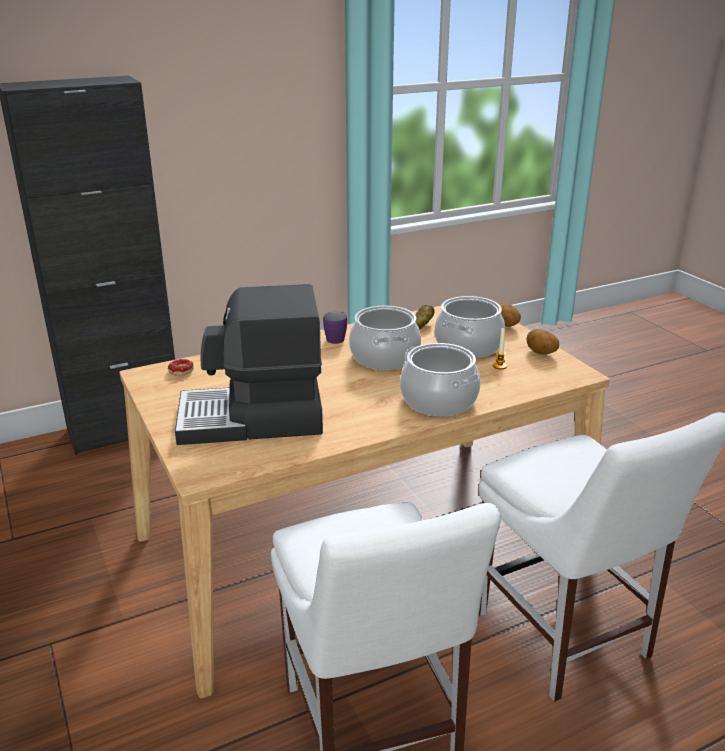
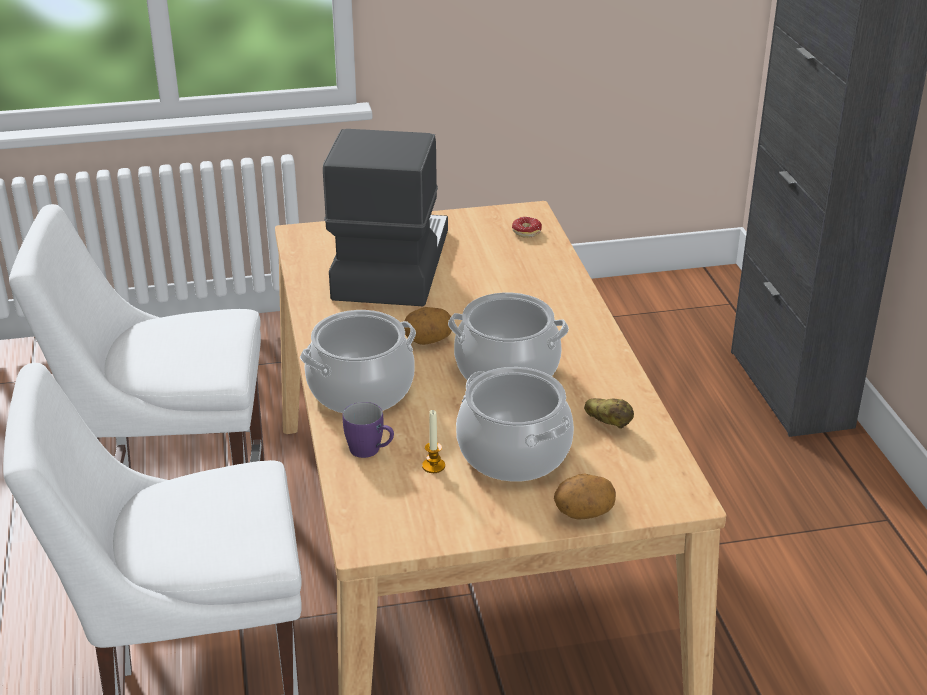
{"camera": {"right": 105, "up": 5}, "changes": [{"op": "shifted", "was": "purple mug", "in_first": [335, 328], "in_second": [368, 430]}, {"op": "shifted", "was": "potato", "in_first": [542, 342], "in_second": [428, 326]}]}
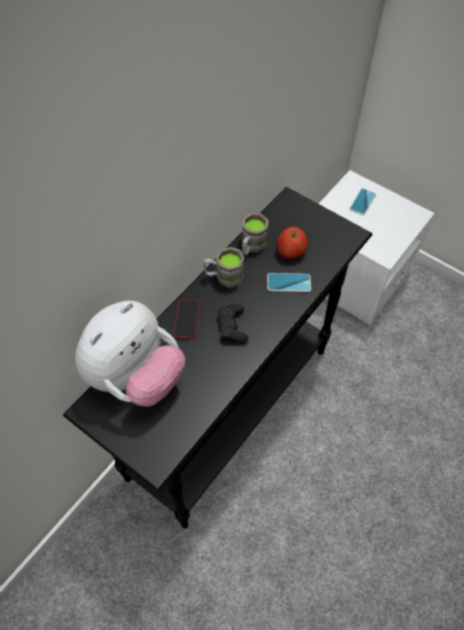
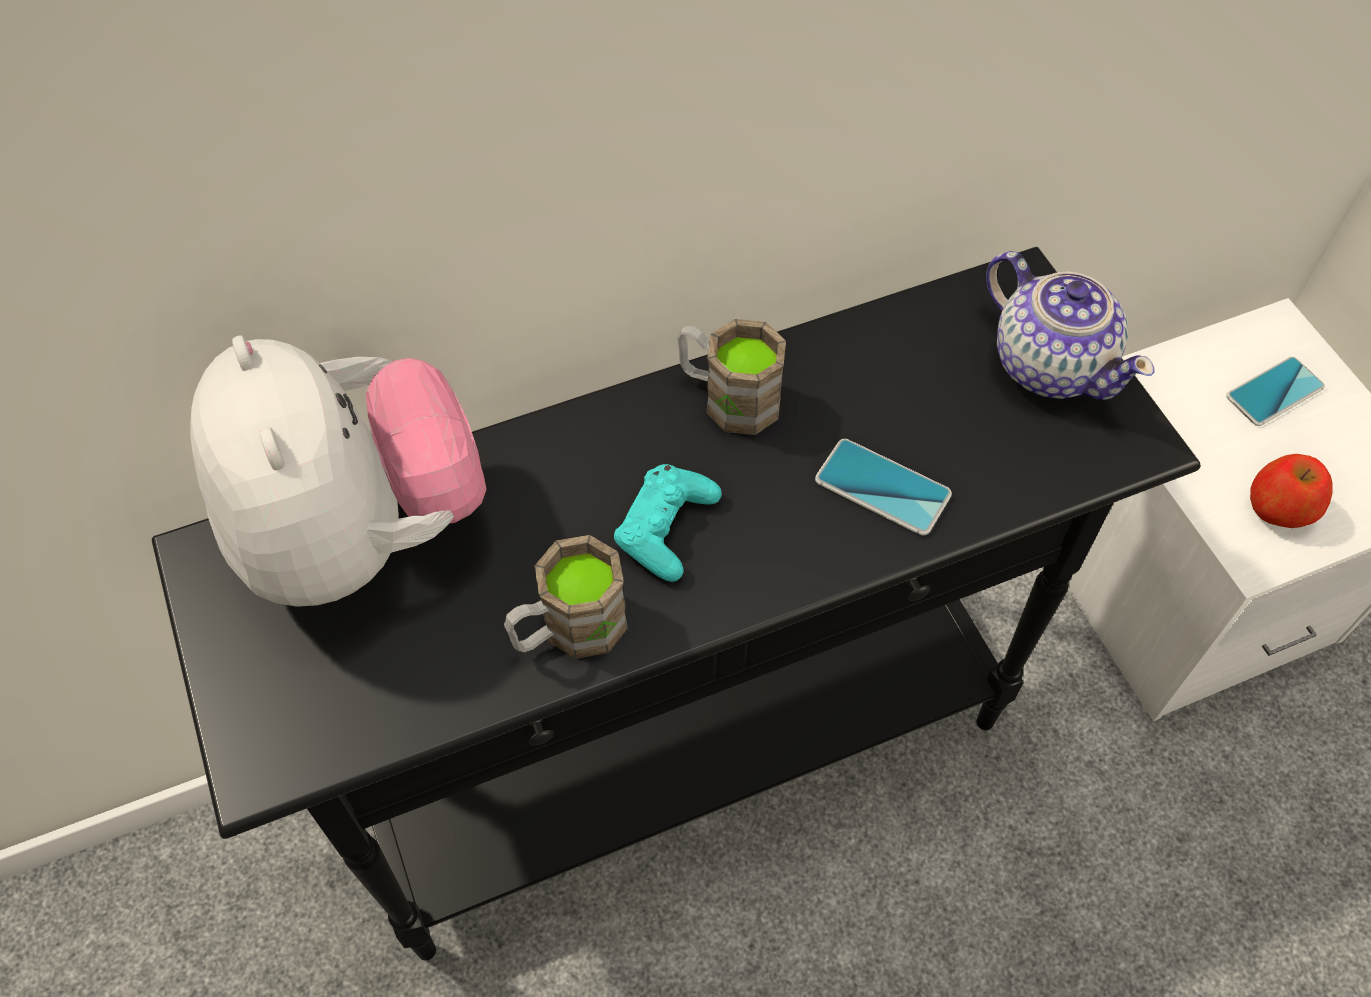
{"camera": {"right": 30, "up": 0}, "changes": [{"op": "shifted", "was": "brown mug", "in_first": [255, 234], "in_second": [566, 597]}, {"op": "shifted", "was": "apple", "in_first": [292, 243], "in_second": [1291, 491]}, {"op": "gone", "was": "phone", "in_first": [187, 319]}, {"op": "rotated", "was": "plush toy", "in_first": [130, 354], "in_second": [338, 471], "clockwise": -90}, {"op": "repainted", "was": "black game controller", "now": "turquoise game controller", "in_first": [233, 324], "in_second": [668, 523]}, {"op": "new", "now": "teapot", "in_second": [1070, 325]}]}
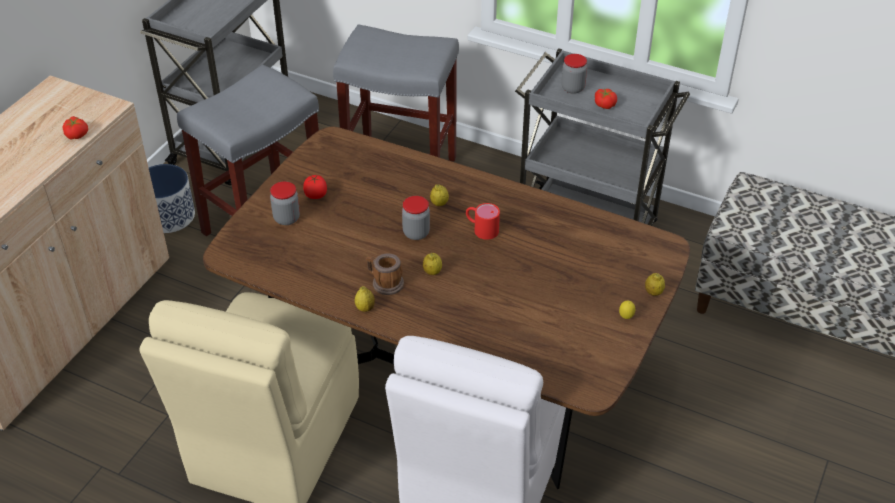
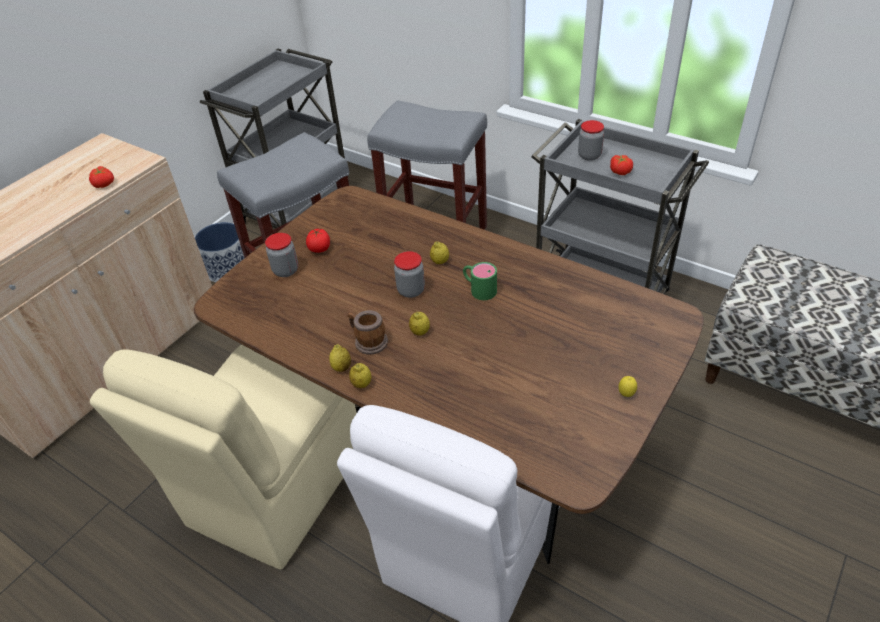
{"camera": {"right": 10, "up": 0}, "changes": [{"op": "repainted", "was": "red mug", "now": "green mug", "in_first": [483, 221], "in_second": [480, 281]}, {"op": "shifted", "was": "lemon", "in_first": [655, 284], "in_second": [360, 375]}]}
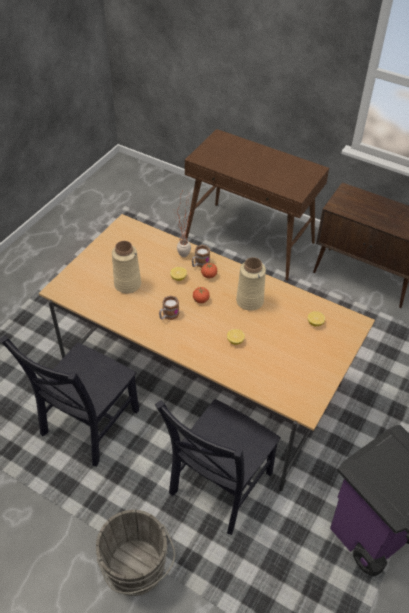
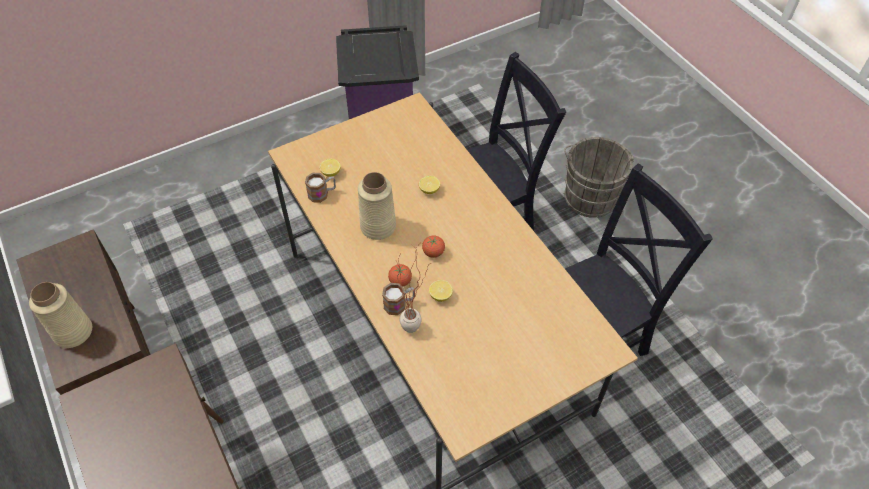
{"camera": {"right": -150, "up": 5}, "changes": [{"op": "shifted", "was": "beige vase", "in_first": [126, 267], "in_second": [60, 315]}, {"op": "shifted", "was": "mug", "in_first": [169, 307], "in_second": [320, 188]}]}
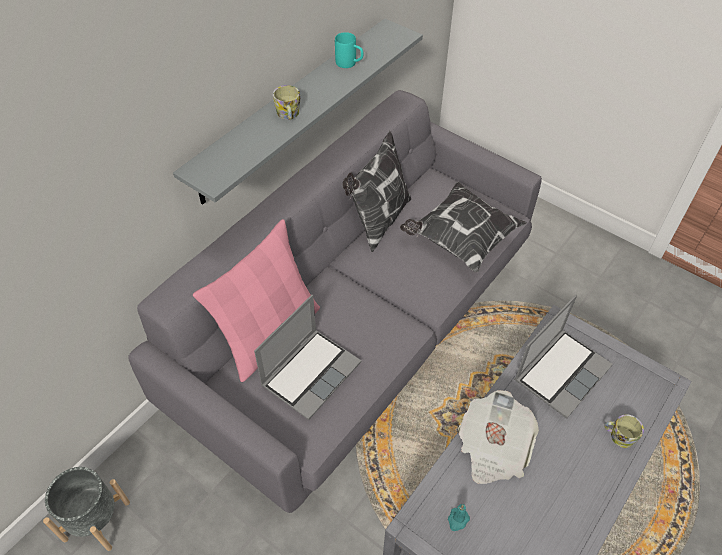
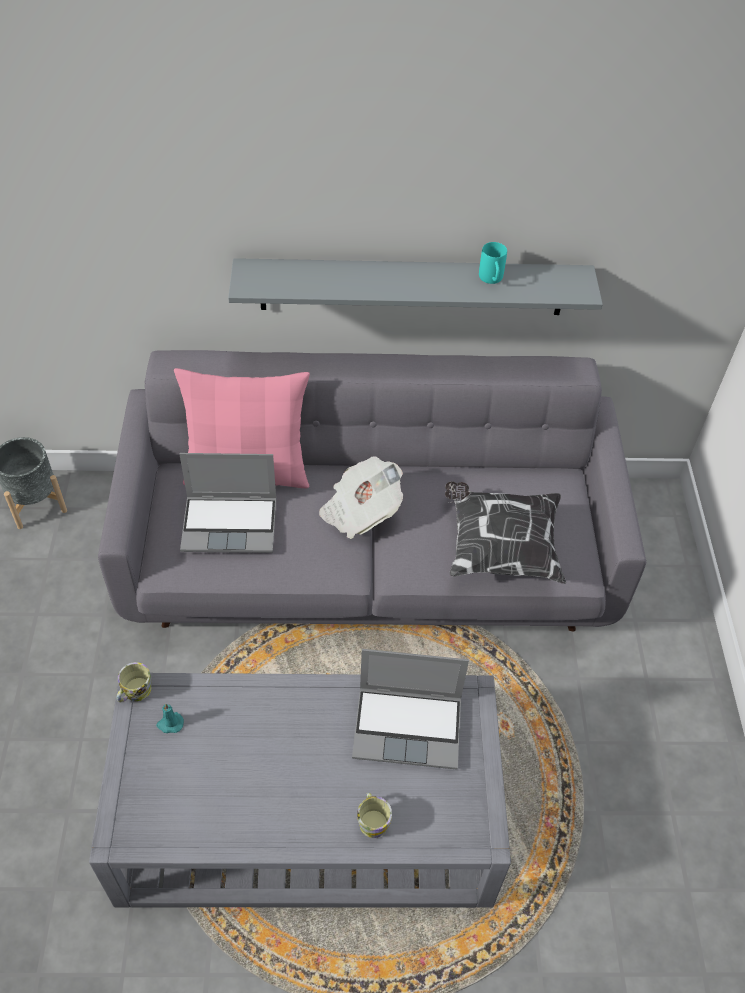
{"camera": {"right": 50, "up": 0}, "changes": [{"op": "shifted", "was": "mug", "in_first": [286, 102], "in_second": [133, 682]}, {"op": "gone", "was": "pillow", "in_first": [376, 191]}, {"op": "shifted", "was": "newspaper", "in_first": [498, 437], "in_second": [361, 497]}]}
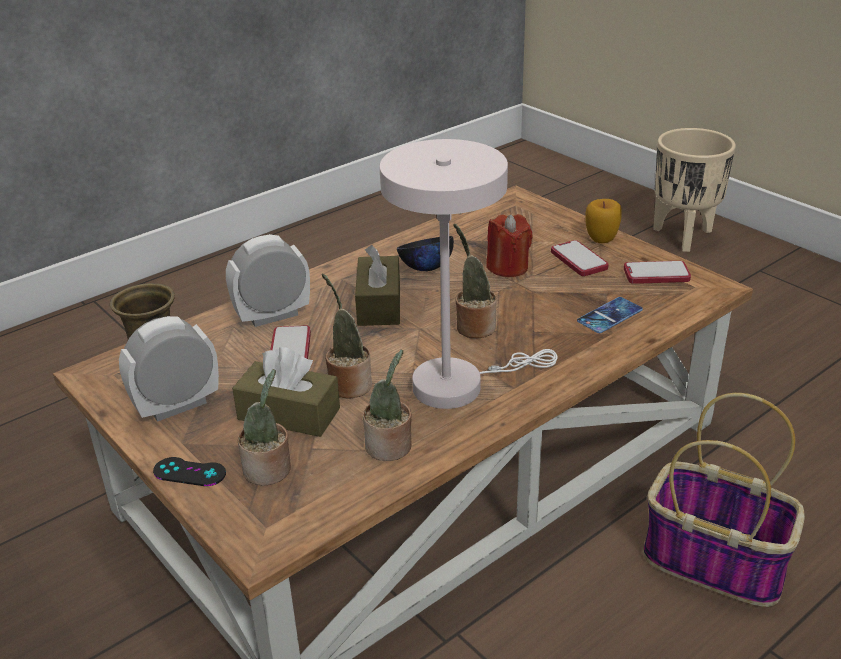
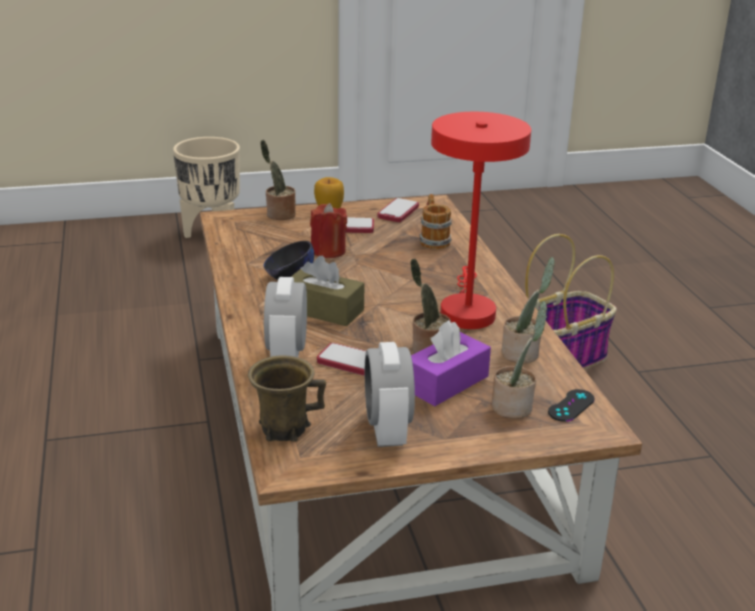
{"camera": {"right": -65, "up": -5}, "changes": [{"op": "repainted", "was": "white table lamp", "now": "red table lamp", "in_first": [469, 274], "in_second": [481, 220]}, {"op": "shifted", "was": "potted plant", "in_first": [475, 281], "in_second": [278, 180]}, {"op": "swapped", "was": "phone", "now": "mug", "in_first": [610, 315], "in_second": [435, 222]}, {"op": "repainted", "was": "brown tissue box", "now": "purple tissue box", "in_first": [286, 392], "in_second": [451, 363]}, {"op": "shifted", "was": "black game controller", "in_first": [189, 471], "in_second": [571, 405]}]}
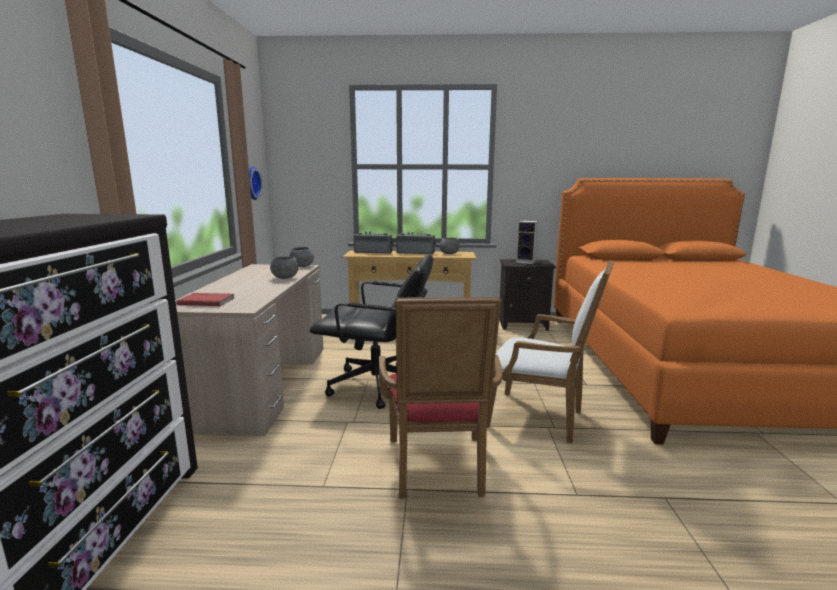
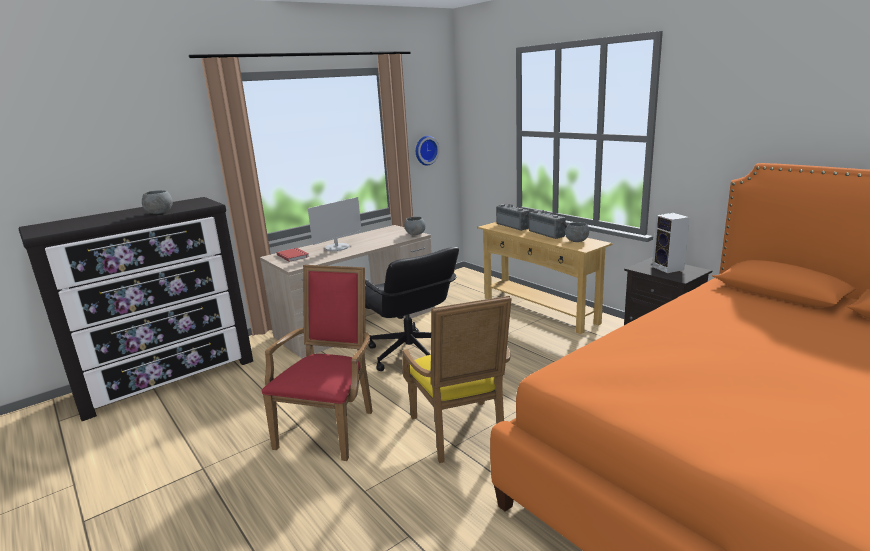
{"camera": {"right": 50, "up": 5}, "changes": [{"op": "shifted", "was": "grey bowl", "in_first": [284, 267], "in_second": [157, 202]}, {"op": "repainted", "was": "white armchair", "now": "yellow armchair", "in_first": [550, 351], "in_second": [457, 379]}, {"op": "rotated", "was": "red armchair", "in_first": [440, 398], "in_second": [317, 363], "clockwise": 150}, {"op": "new", "now": "monitor", "in_second": [335, 224]}]}
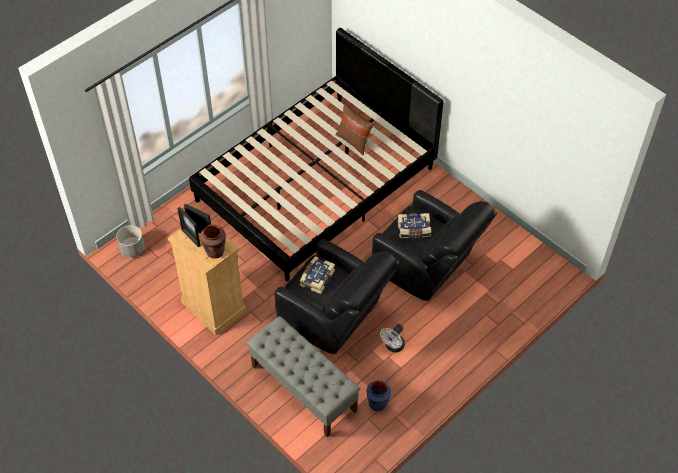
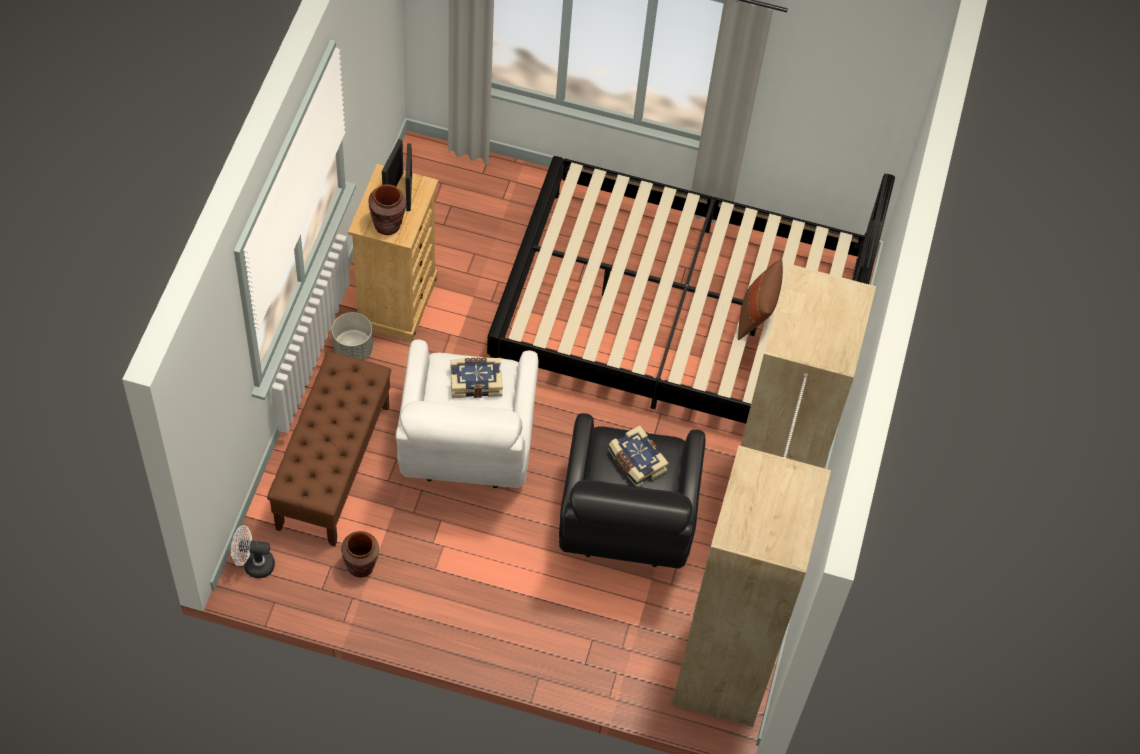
{"camera": {"right": 55, "up": 5}, "changes": [{"op": "shifted", "was": "grey planter", "in_first": [130, 241], "in_second": [352, 336]}, {"op": "repainted", "was": "black armchair", "now": "white armchair", "in_first": [337, 296], "in_second": [467, 414]}, {"op": "repainted", "was": "grey bench", "now": "brown bench", "in_first": [303, 377], "in_second": [329, 449]}, {"op": "shifted", "was": "white fan", "in_first": [392, 338], "in_second": [253, 551]}, {"op": "repainted", "was": "blue vase", "now": "brown vase", "in_first": [378, 395], "in_second": [360, 554]}, {"op": "new", "now": "beige wardrobe", "in_second": [774, 495]}]}
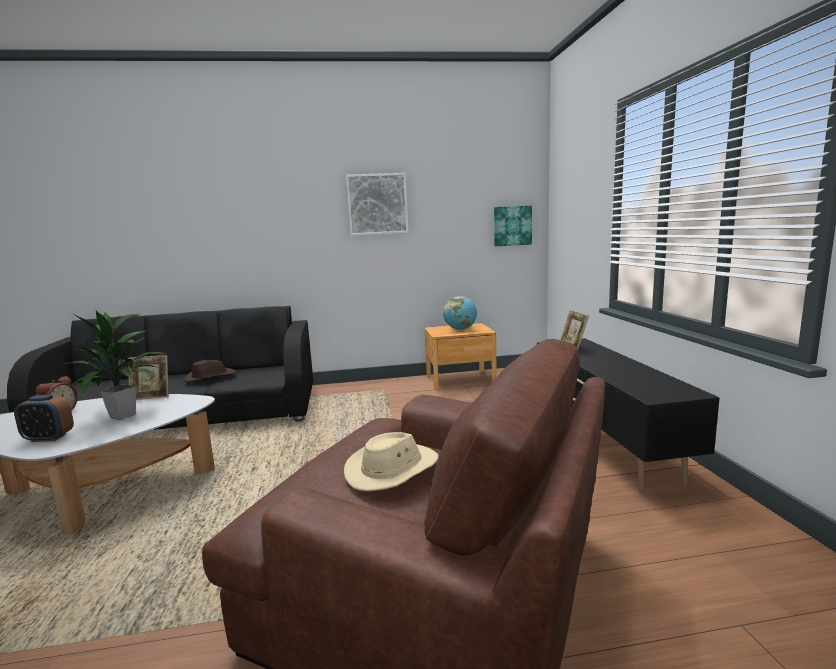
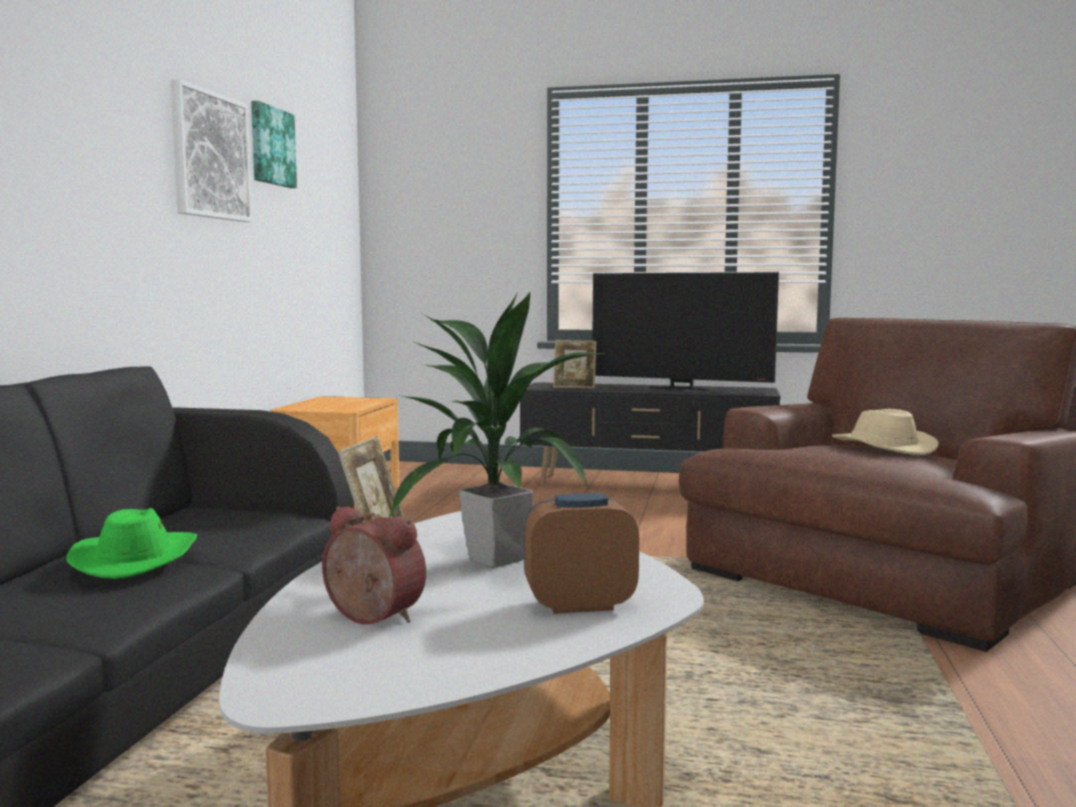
{"camera": {"right": -70, "up": -5}, "changes": [{"op": "shifted", "was": "picture", "in_first": [513, 226], "in_second": [274, 144]}, {"op": "gone", "was": "globe", "in_first": [460, 313]}, {"op": "repainted", "was": "brown hat", "now": "green hat", "in_first": [209, 371], "in_second": [131, 543]}, {"op": "rotated", "was": "alarm clock", "in_first": [44, 418], "in_second": [581, 553], "clockwise": -120}, {"op": "new", "now": "television", "in_second": [685, 331]}]}
